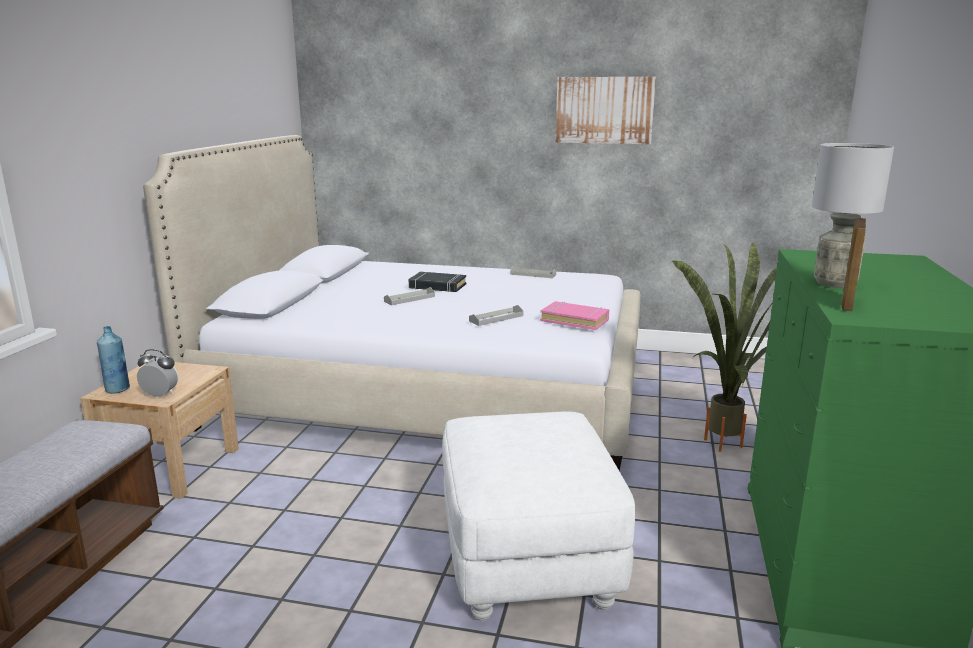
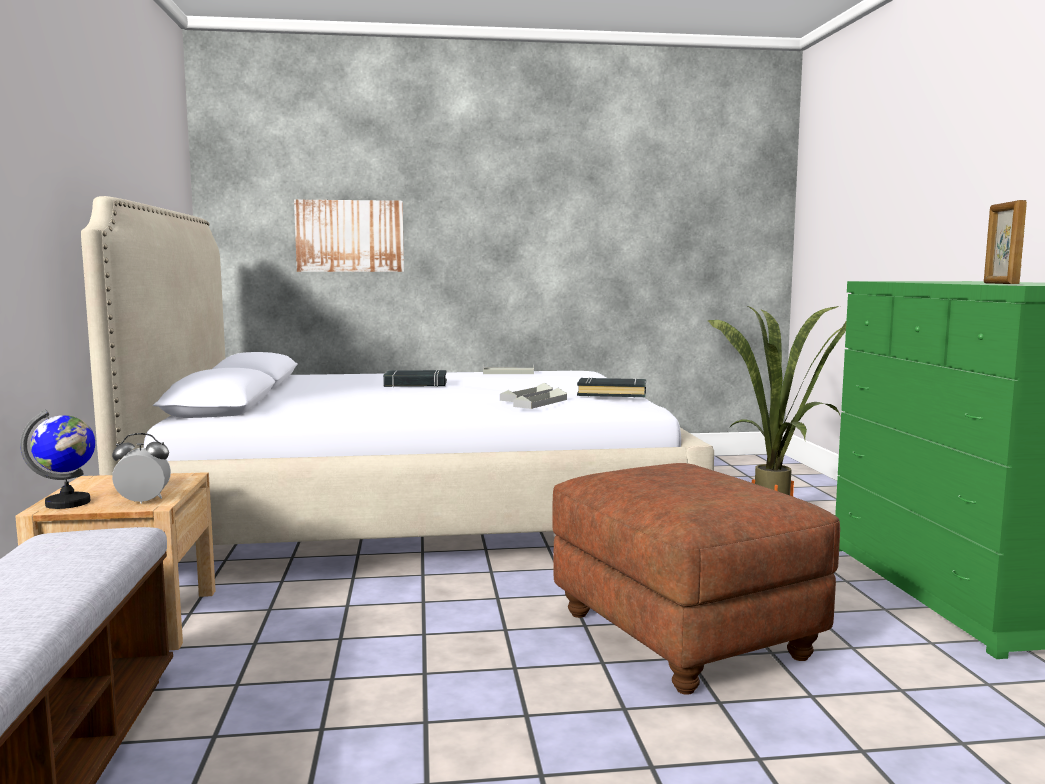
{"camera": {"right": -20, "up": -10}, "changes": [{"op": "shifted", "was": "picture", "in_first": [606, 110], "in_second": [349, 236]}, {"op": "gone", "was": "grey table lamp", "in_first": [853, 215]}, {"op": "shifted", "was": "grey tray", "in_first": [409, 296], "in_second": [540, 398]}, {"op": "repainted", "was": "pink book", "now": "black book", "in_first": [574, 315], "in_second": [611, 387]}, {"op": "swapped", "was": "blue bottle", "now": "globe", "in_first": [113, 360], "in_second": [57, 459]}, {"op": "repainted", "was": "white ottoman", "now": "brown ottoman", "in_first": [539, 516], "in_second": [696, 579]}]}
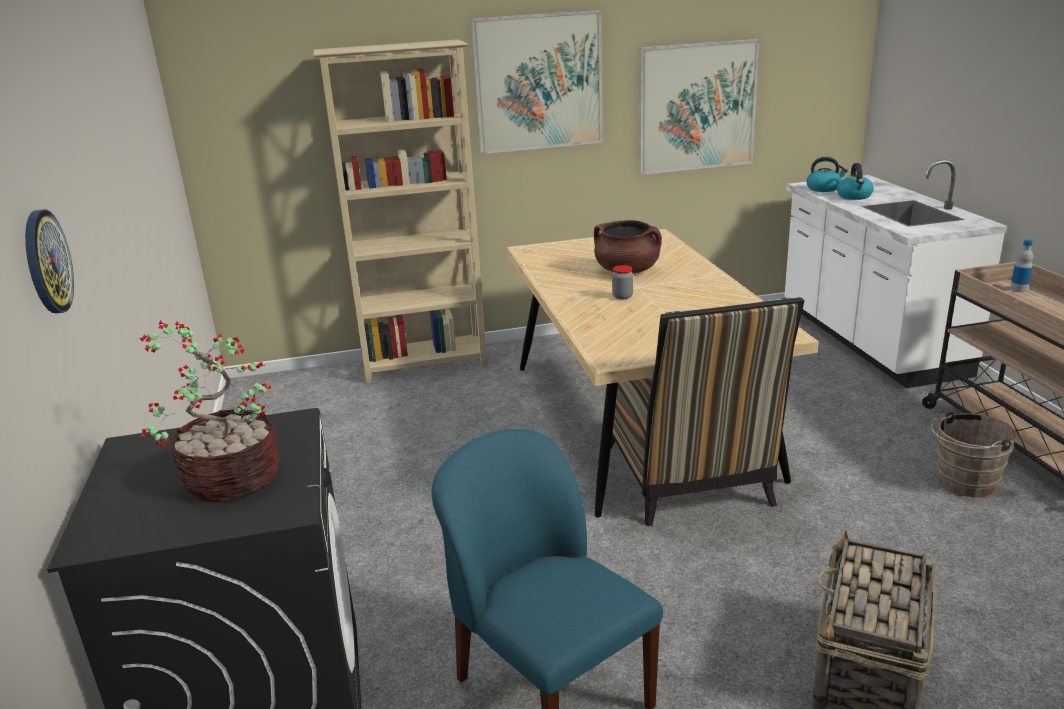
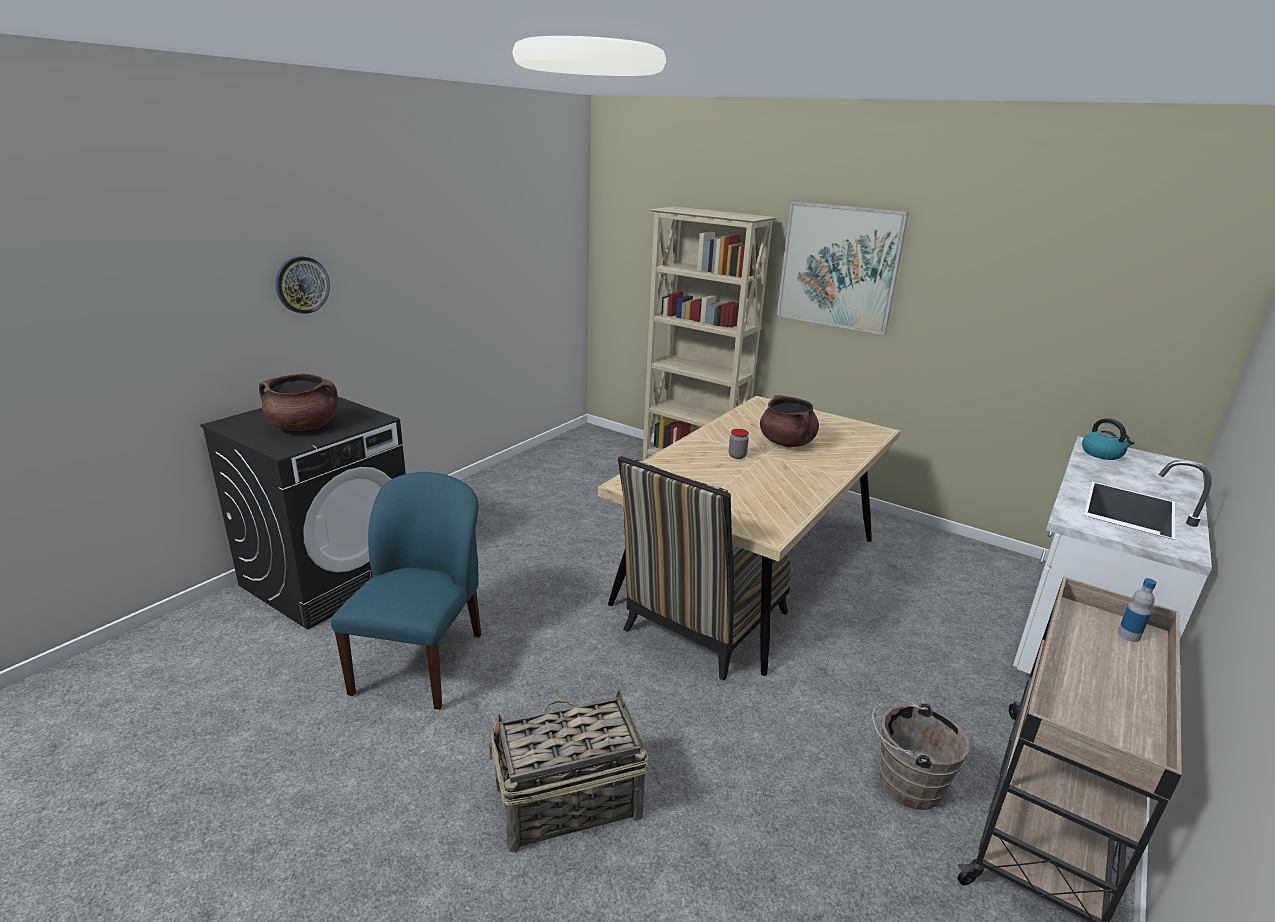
{"camera": {"right": 45, "up": 0}, "changes": [{"op": "gone", "was": "picture", "in_first": [699, 107]}, {"op": "gone", "was": "kettle", "in_first": [855, 181]}, {"op": "swapped", "was": "potted plant", "now": "brown cooking pot", "in_first": [210, 411], "in_second": [298, 402]}]}
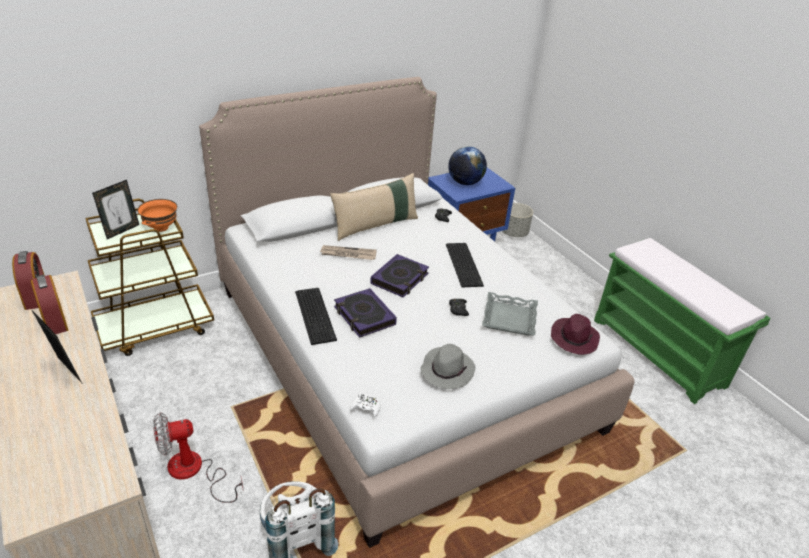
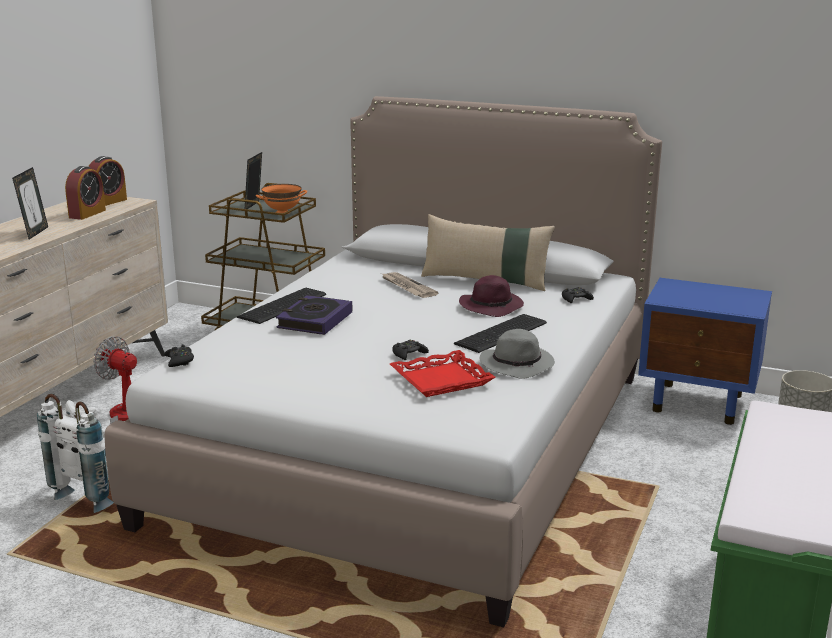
{"camera": {"right": 55, "up": -15}, "changes": [{"op": "gone", "was": "globe", "in_first": [467, 165]}, {"op": "rotated", "was": "picture frame", "in_first": [115, 209], "in_second": [253, 180], "clockwise": 105}, {"op": "gone", "was": "book", "in_first": [399, 275]}, {"op": "repainted", "was": "grey tray", "now": "red tray", "in_first": [510, 314], "in_second": [442, 373]}, {"op": "shifted", "was": "purple hat", "in_first": [575, 334], "in_second": [491, 296]}, {"op": "shifted", "was": "grey hat", "in_first": [448, 366], "in_second": [517, 354]}, {"op": "repainted", "was": "white game controller", "now": "black game controller", "in_first": [365, 405], "in_second": [179, 355]}]}
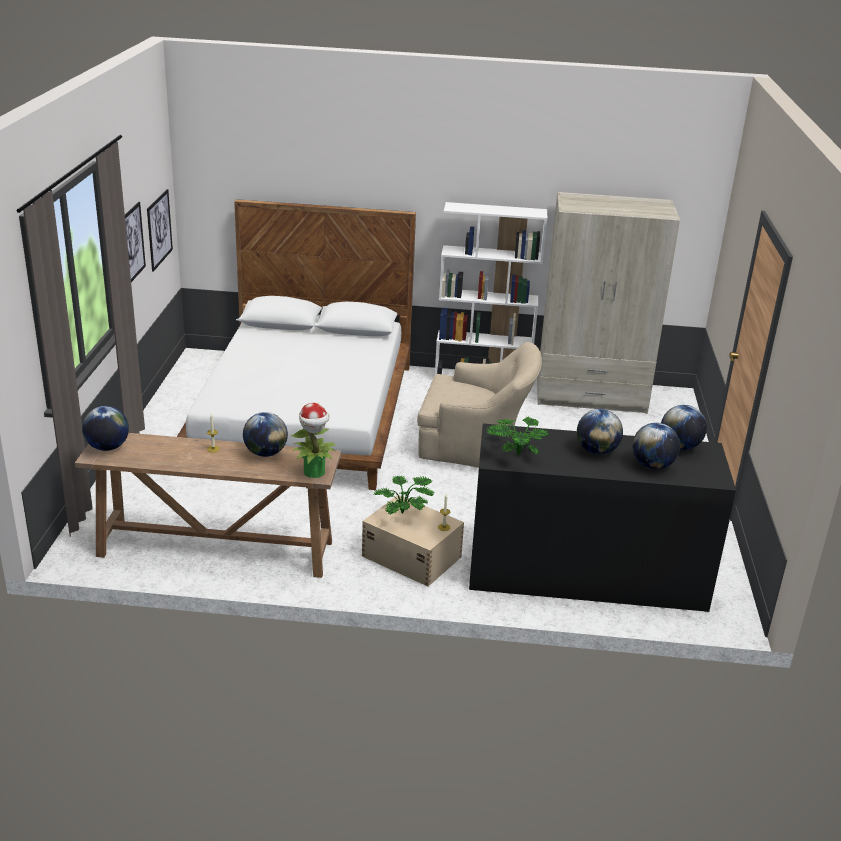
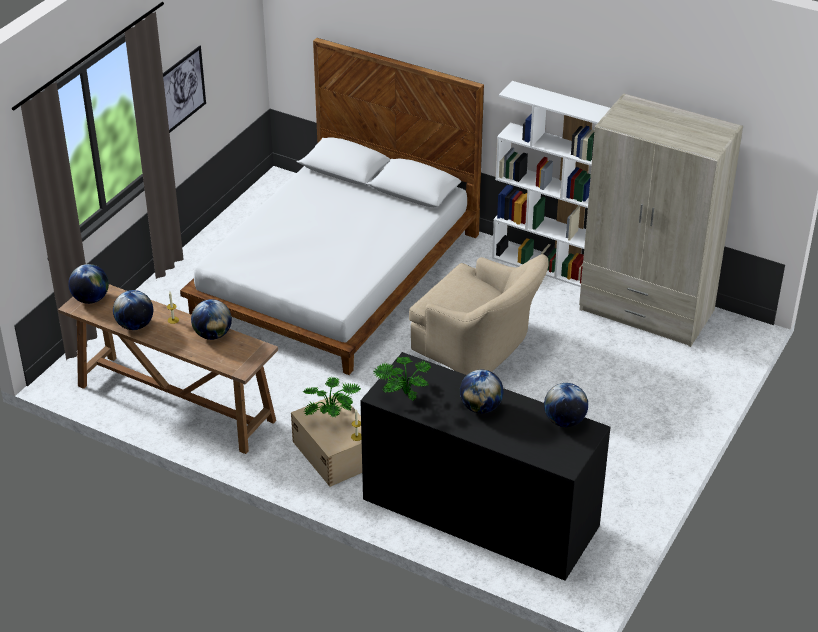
{"camera": {"right": 25, "up": 10}, "changes": [{"op": "gone", "was": "picture", "in_first": [160, 230]}, {"op": "gone", "was": "potted plant", "in_first": [314, 440]}, {"op": "shifted", "was": "globe", "in_first": [656, 446], "in_second": [133, 310]}]}
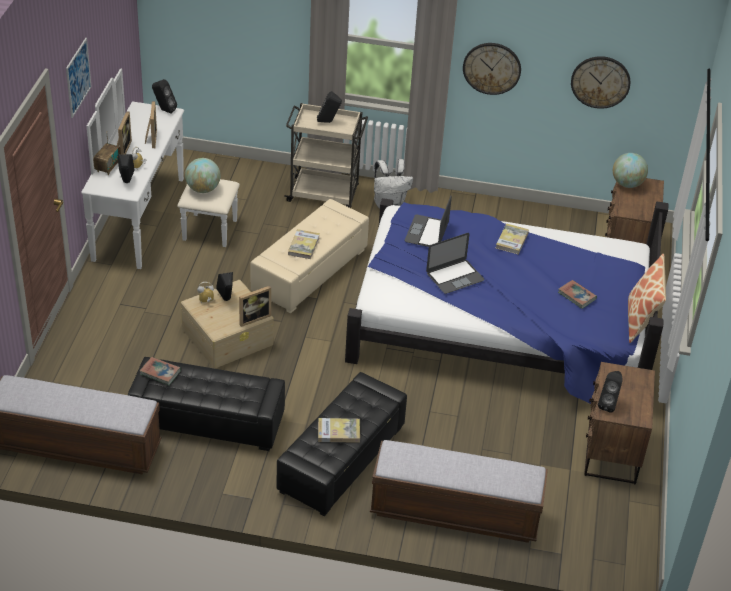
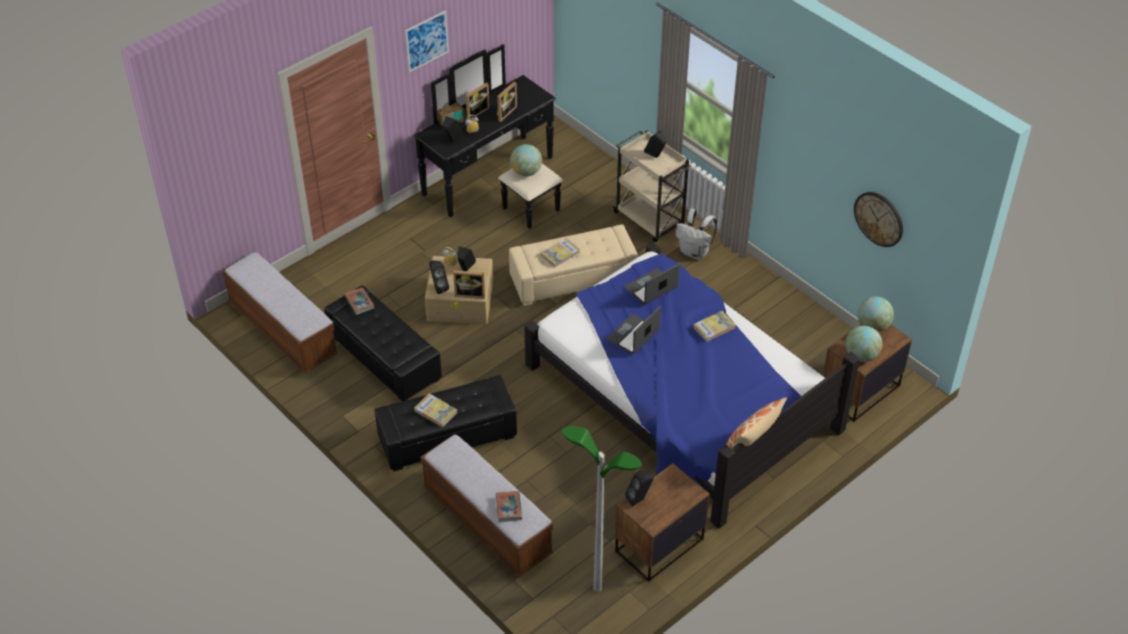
{"camera": {"right": 40, "up": 5}, "changes": [{"op": "gone", "was": "wall clock", "in_first": [492, 69]}, {"op": "repainted", "was": "white dresser", "now": "black dresser", "in_first": [160, 168], "in_second": [488, 136]}, {"op": "shifted", "was": "black speaker", "in_first": [164, 96], "in_second": [439, 277]}, {"op": "rotated", "was": "laptop", "in_first": [455, 263], "in_second": [634, 330], "clockwise": 120}, {"op": "shifted", "was": "book", "in_first": [577, 294], "in_second": [509, 506]}, {"op": "new", "now": "globe", "in_second": [863, 344]}, {"op": "new", "now": "floor lamp", "in_second": [602, 509]}]}
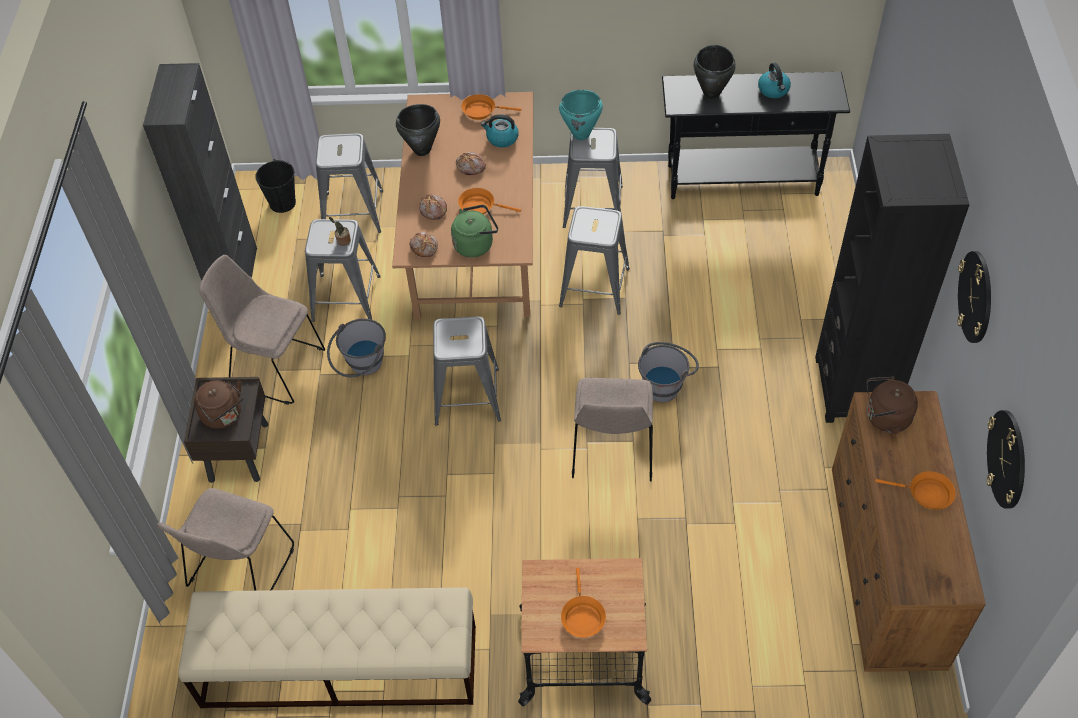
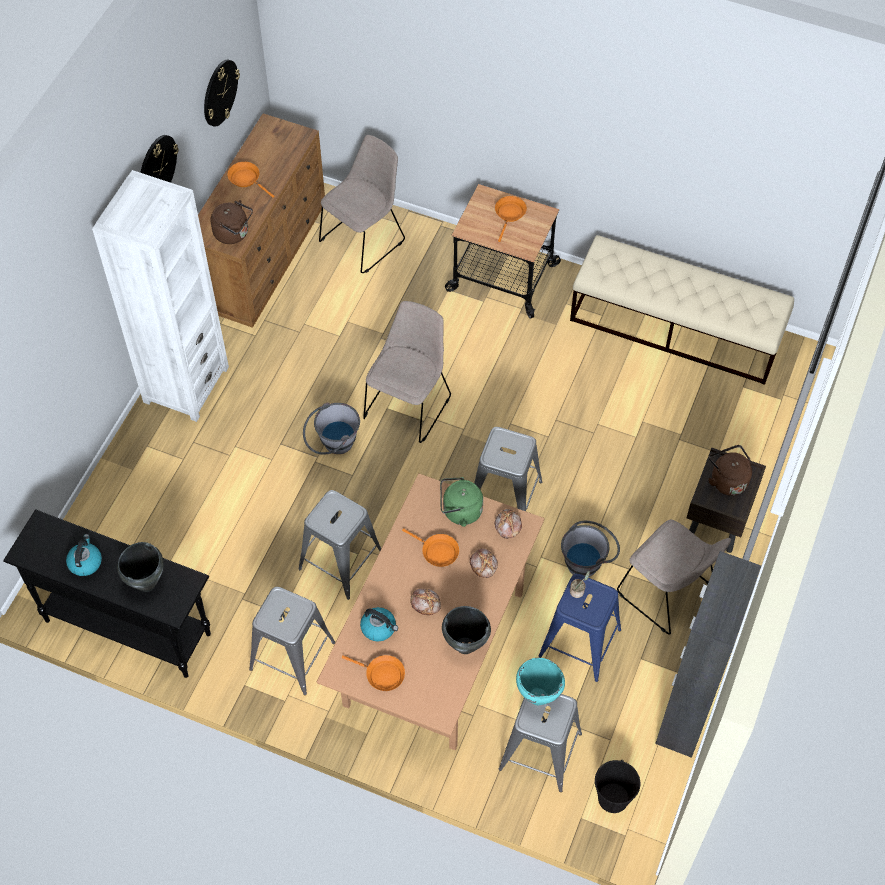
{"camera": {"right": -160, "up": 5}, "changes": [{"op": "shifted", "was": "turquoise cooking pot", "in_first": [581, 115], "in_second": [540, 681]}, {"op": "repainted", "was": "black bookcase", "now": "white bookcase", "in_first": [892, 278], "in_second": [160, 296]}, {"op": "repainted", "was": "grey stool", "now": "blue stool", "in_first": [343, 270], "in_second": [579, 628]}, {"op": "shifted", "was": "beige chair", "in_first": [225, 539], "in_second": [362, 204]}]}
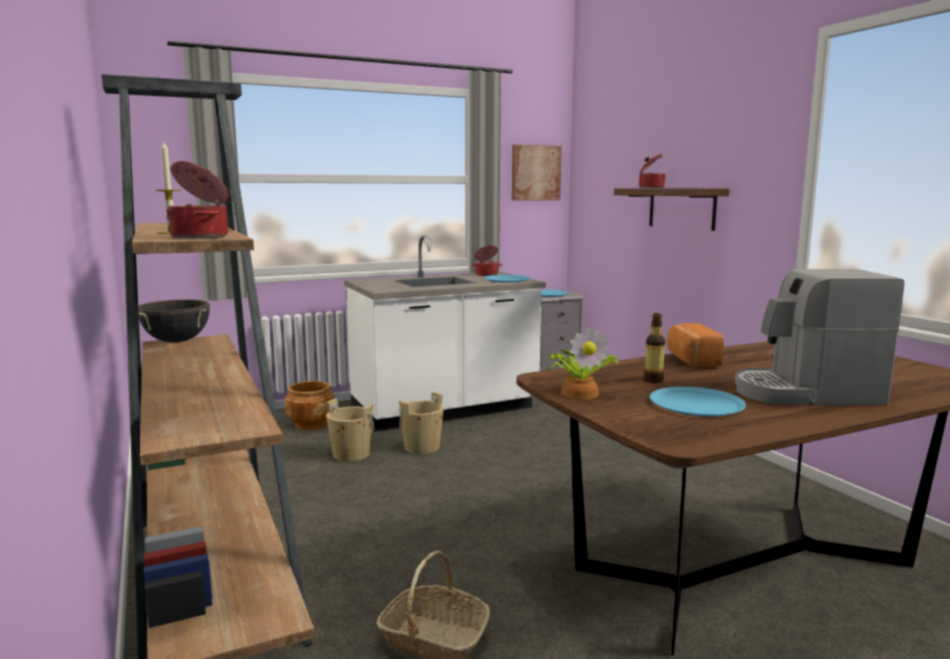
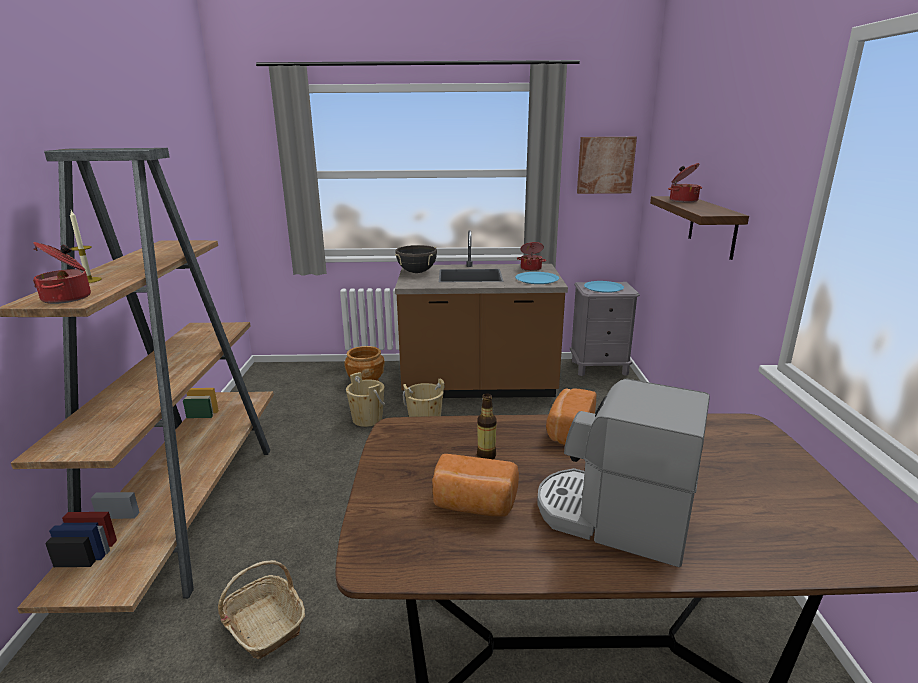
{"camera": {"right": 25, "up": 10}, "changes": [{"op": "repainted", "was": "white counter", "now": "brown counter", "in_first": [445, 333], "in_second": [481, 314]}, {"op": "shifted", "was": "black cooking pot", "in_first": [174, 321], "in_second": [416, 259]}, {"op": "gone", "was": "potted plant", "in_first": [584, 363]}, {"op": "swapped", "was": "blue plate", "now": "bread", "in_first": [698, 402], "in_second": [475, 485]}]}
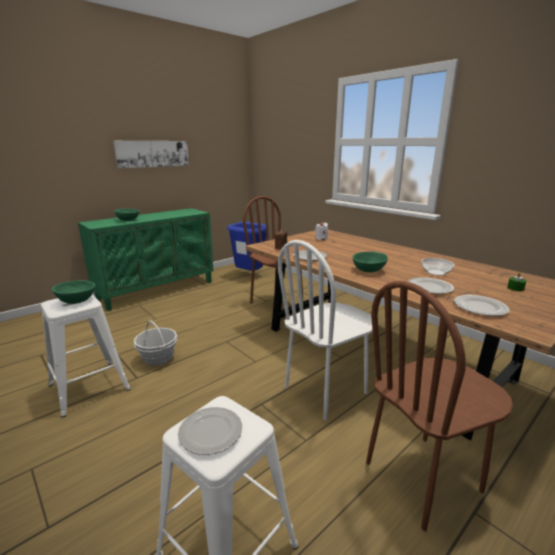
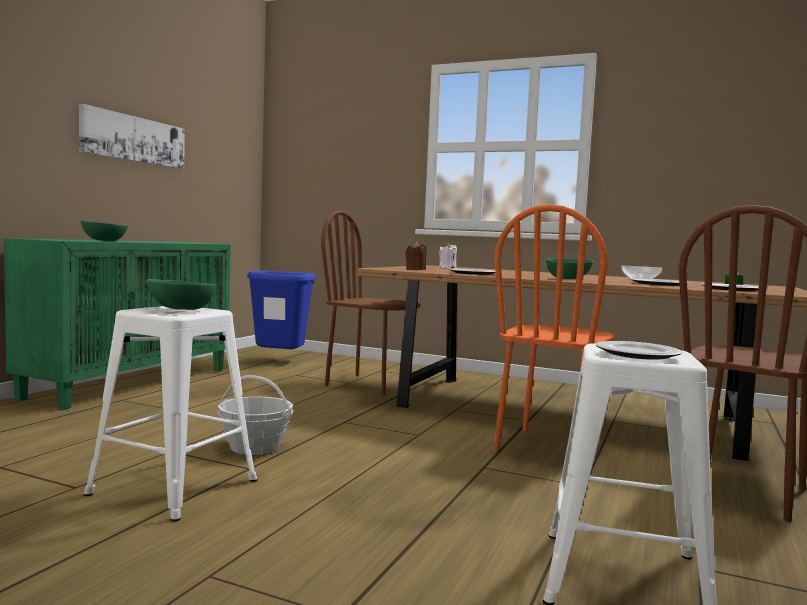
{"camera": {"right": -25, "up": -15}, "changes": [{"op": "repainted", "was": "white chair", "now": "orange chair", "in_first": [325, 330], "in_second": [554, 328]}]}
